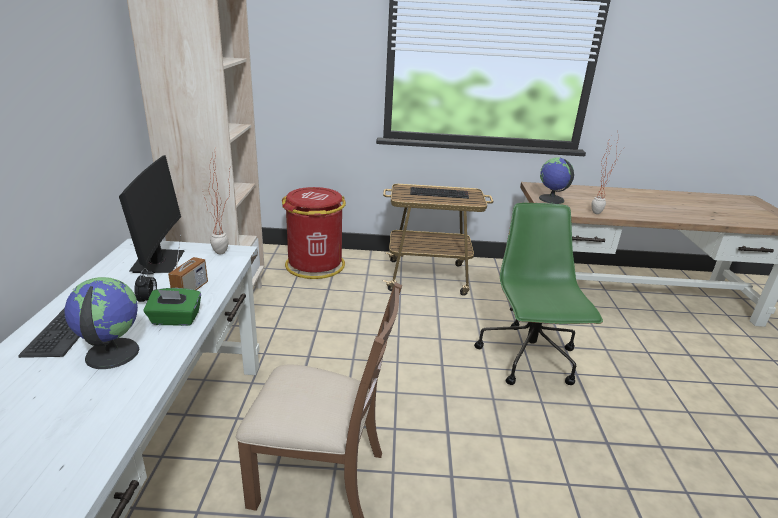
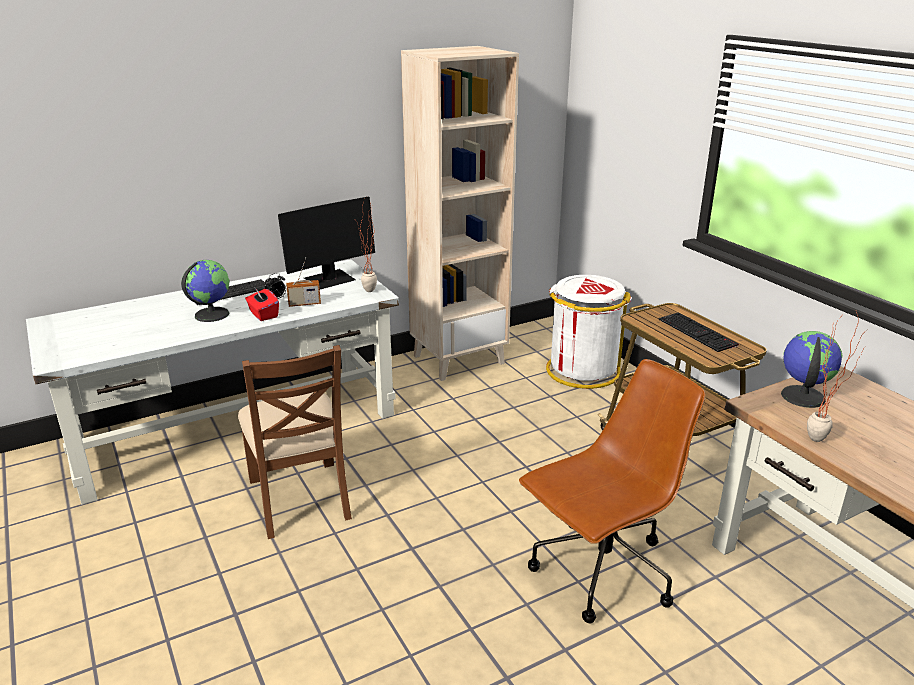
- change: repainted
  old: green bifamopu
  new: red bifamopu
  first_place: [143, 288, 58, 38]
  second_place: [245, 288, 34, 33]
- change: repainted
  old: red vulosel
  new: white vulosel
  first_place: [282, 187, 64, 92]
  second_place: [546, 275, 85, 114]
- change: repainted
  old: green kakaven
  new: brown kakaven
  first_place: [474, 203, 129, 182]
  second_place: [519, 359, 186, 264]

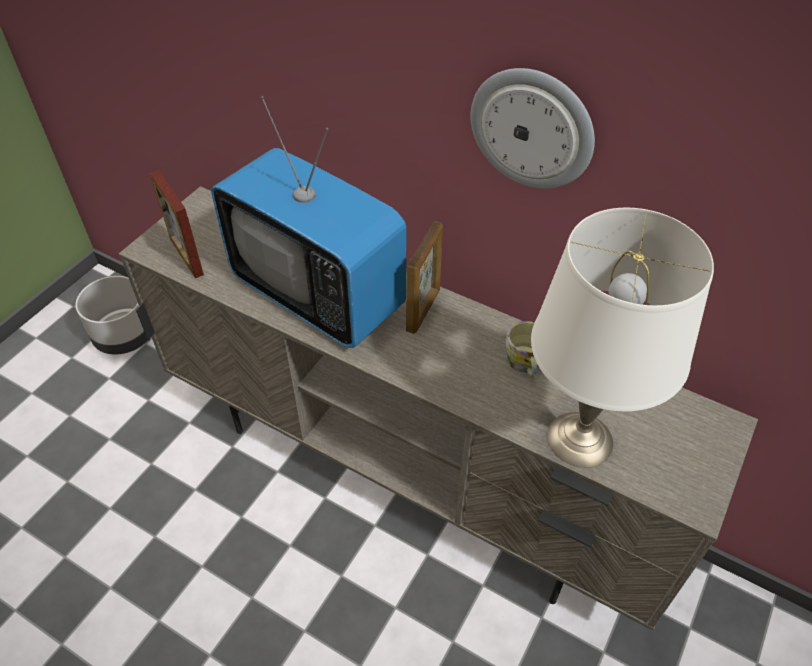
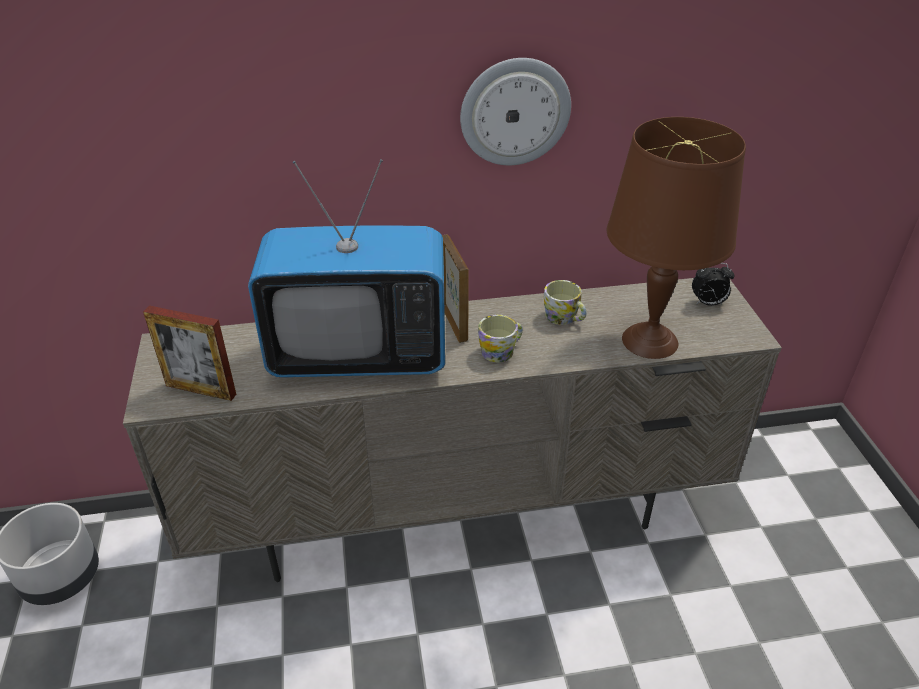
- change: new
  new: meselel
  second_place: [478, 315, 45, 47]
- change: new
  new: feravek
  second_place: [692, 263, 43, 43]
- change: repainted
  old: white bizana
  new: brown bizana
  first_place: [531, 208, 183, 260]
  second_place: [607, 117, 139, 242]

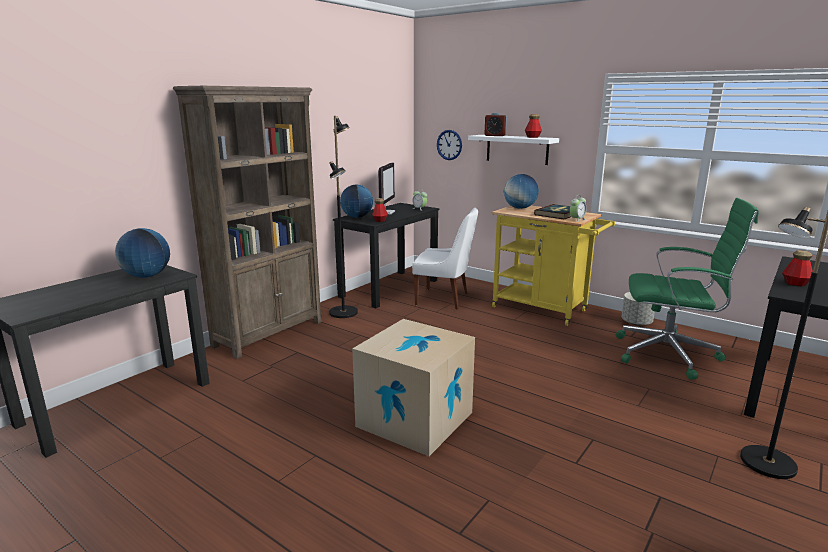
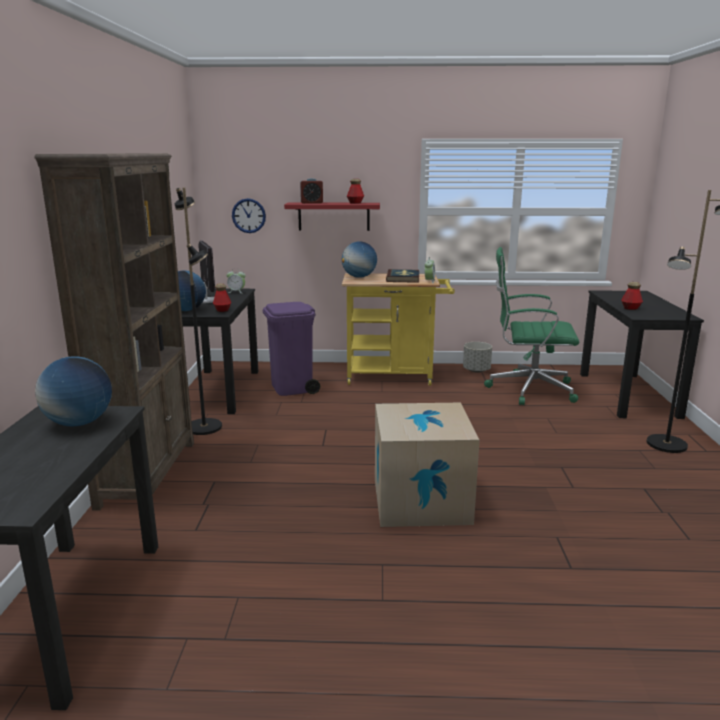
- change: swapped
  old: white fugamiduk
  new: purple vulosel
  first_place: [412, 208, 66, 102]
  second_place: [263, 302, 57, 94]
- change: repainted
  old: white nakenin
  new: red nakenin
  first_place: [468, 135, 91, 30]
  second_place: [284, 202, 96, 29]
- change: rotated
  old: green kakaven
  first_place: [616, 198, 143, 182]
  second_place: [484, 247, 95, 158]
  degrees: -150

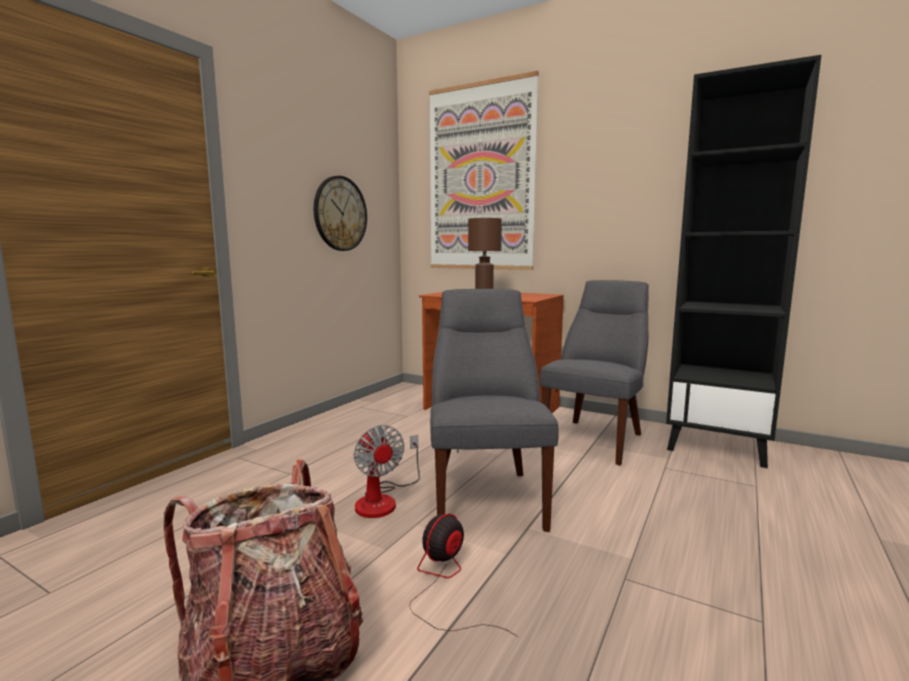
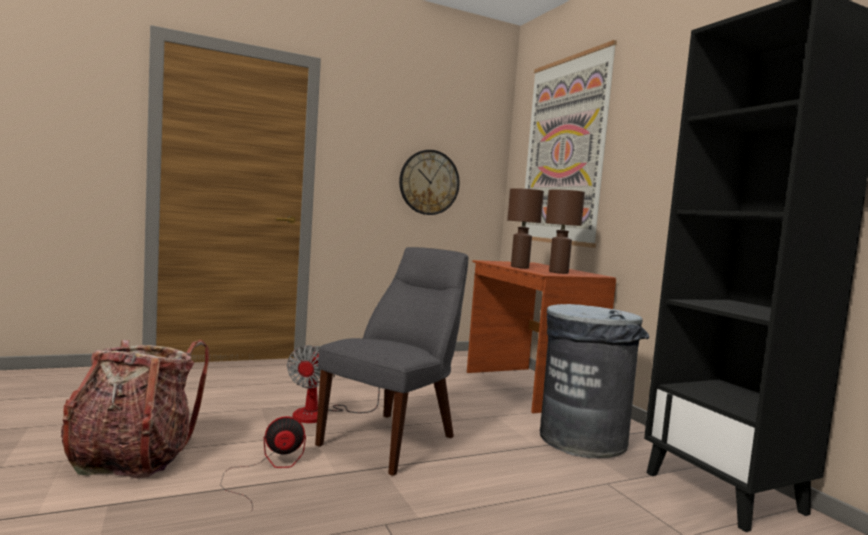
- change: new
  new: brown bizana
  second_place: [546, 190, 39, 84]
- change: swapped
  old: grey fugamiduk
  new: grey vulosel
  first_place: [540, 280, 109, 185]
  second_place: [540, 304, 109, 154]

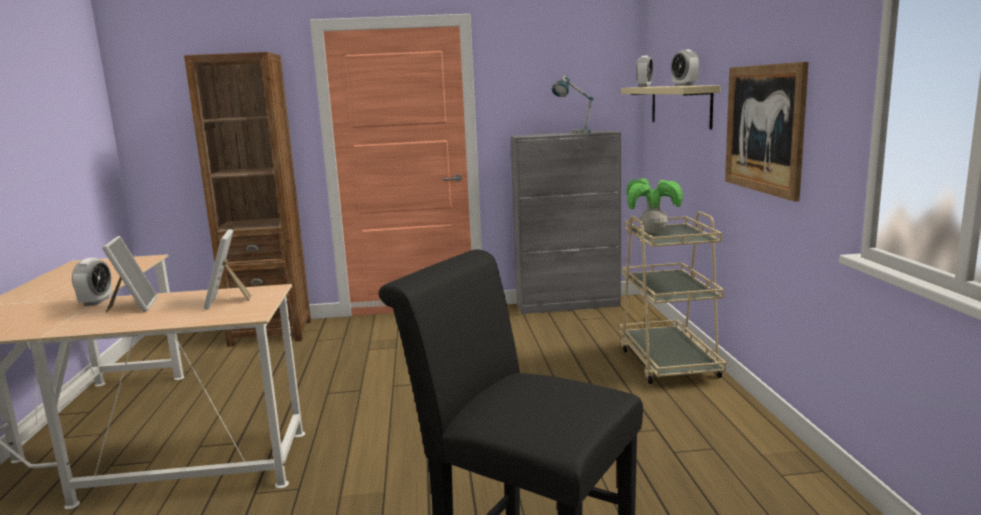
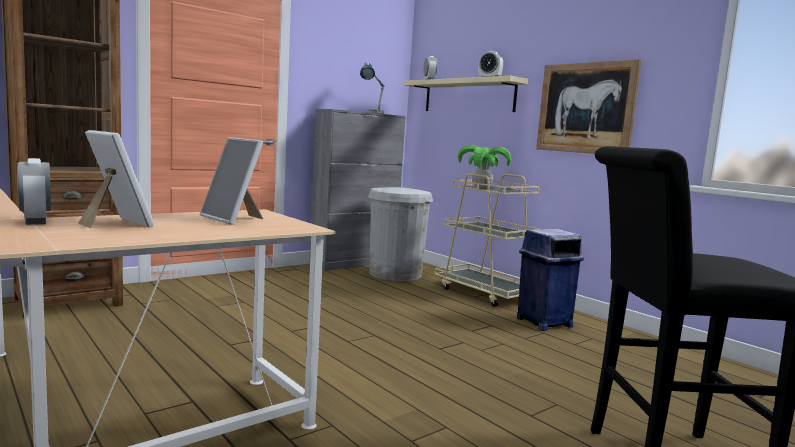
- change: new
  new: white vulosel
  second_place: [368, 187, 65, 94]
- change: new
  new: blue vulosel
  second_place: [517, 229, 67, 102]

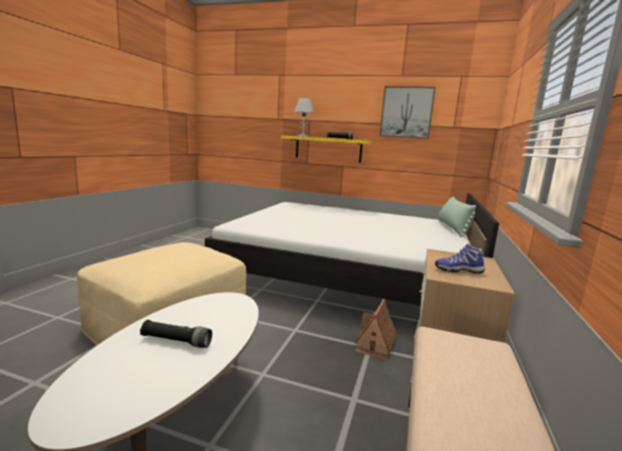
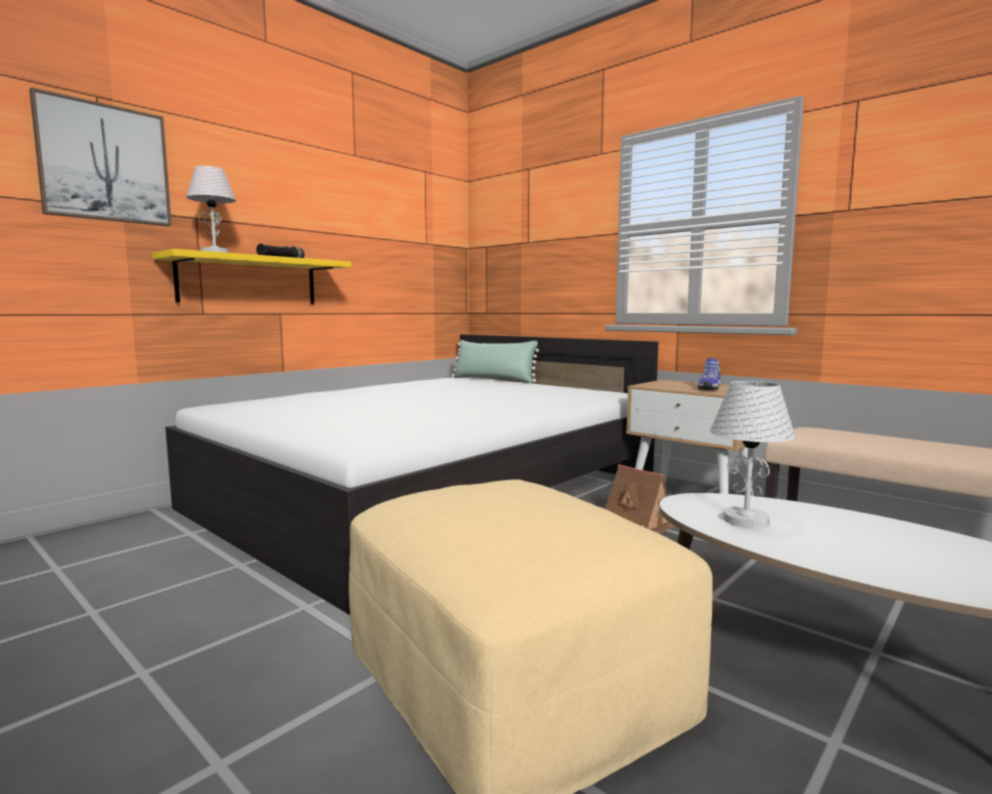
- change: gone
  old: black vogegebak
  first_place: [140, 320, 72, 28]
- change: new
  new: white bizana
  second_place: [710, 381, 86, 148]
- change: shifted
  old: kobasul
  first_place: [380, 86, 56, 53]
  second_place: [29, 87, 143, 139]

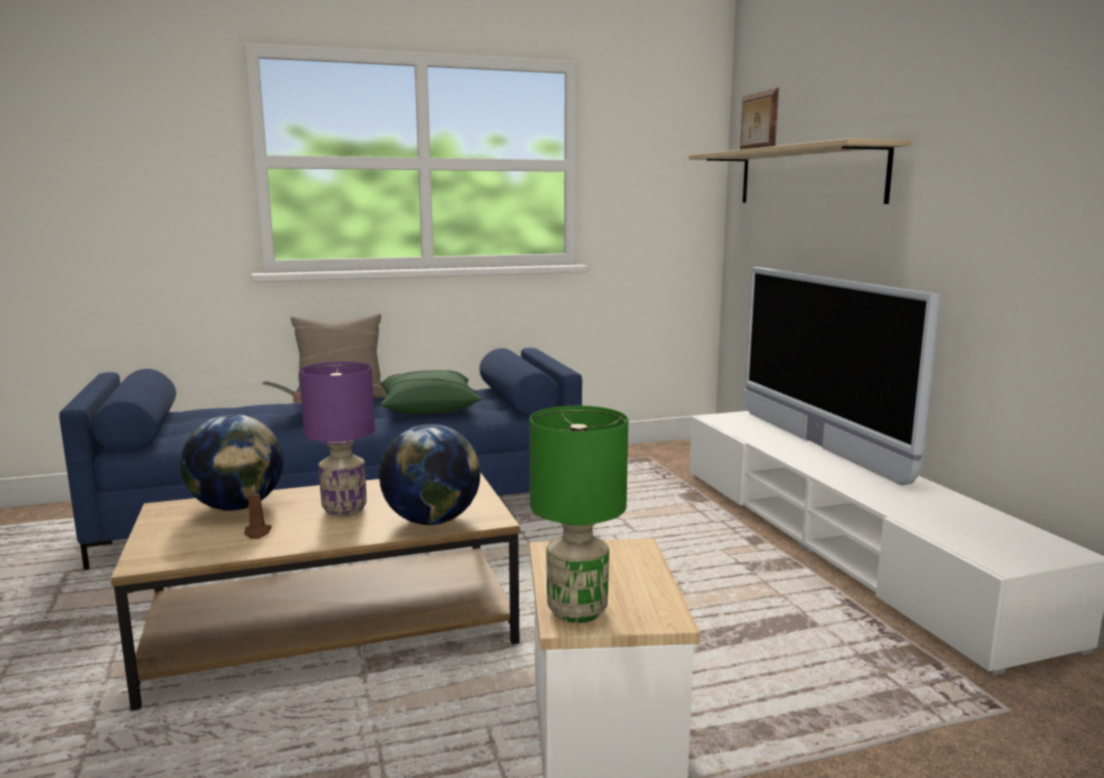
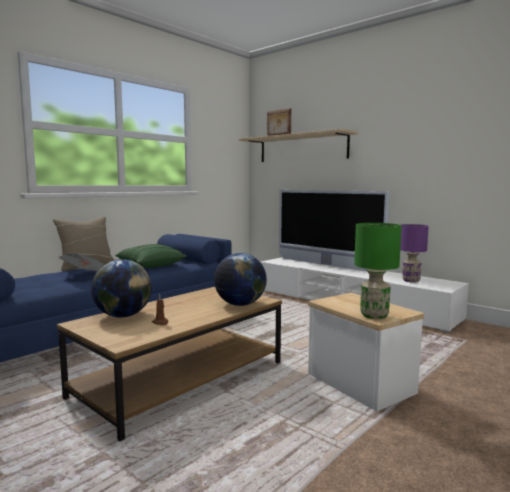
- change: shifted
  old: purple bizana
  first_place: [299, 361, 76, 155]
  second_place: [400, 224, 29, 59]

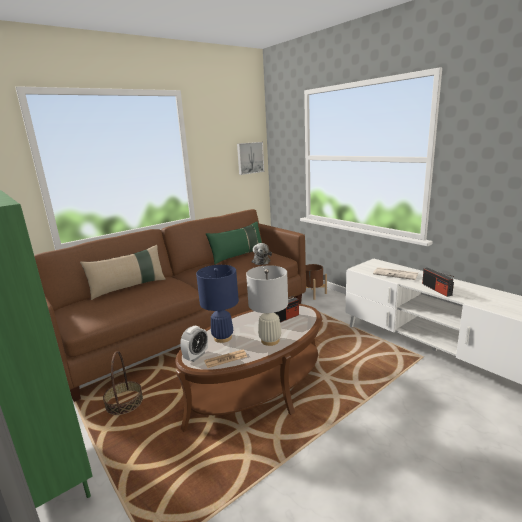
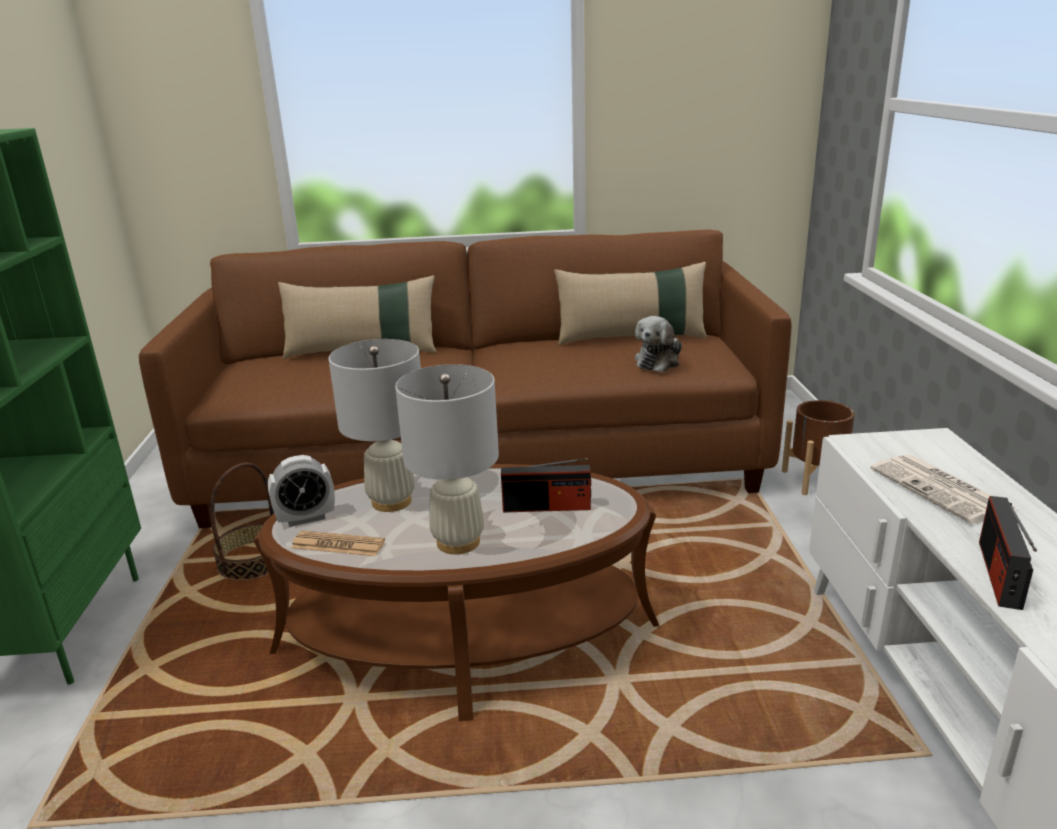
- change: gone
  old: kobasul
  first_place: [237, 142, 27, 33]
- change: repainted
  old: blue bizana
  new: white bizana
  first_place: [196, 265, 43, 78]
  second_place: [329, 339, 92, 173]
- change: repainted
  old: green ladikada
  new: beige ladikada
  first_place: [206, 221, 56, 43]
  second_place: [554, 262, 153, 83]

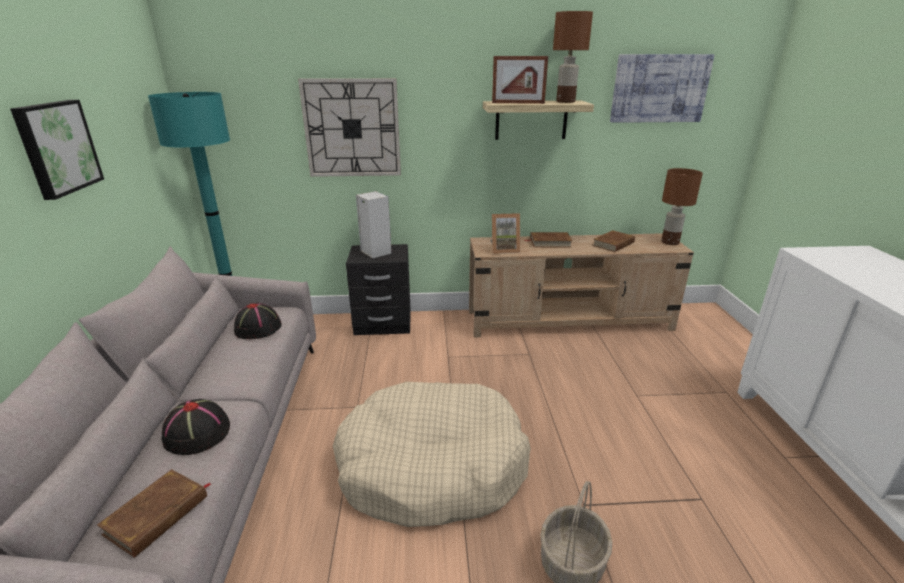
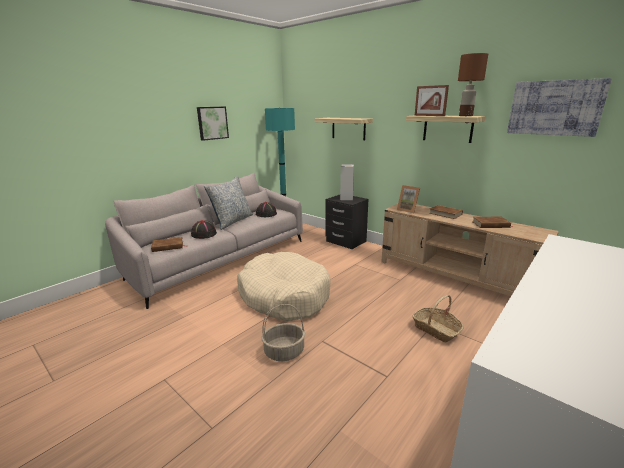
- change: gone
  old: brown bizana
  first_place: [661, 168, 42, 77]
- change: new
  new: ladikada
  second_place: [204, 176, 49, 54]
- change: new
  new: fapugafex
  second_place: [412, 295, 52, 48]
- change: swapped
  old: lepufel
  new: nakenin
  first_place: [298, 78, 103, 99]
  second_place: [314, 118, 59, 22]

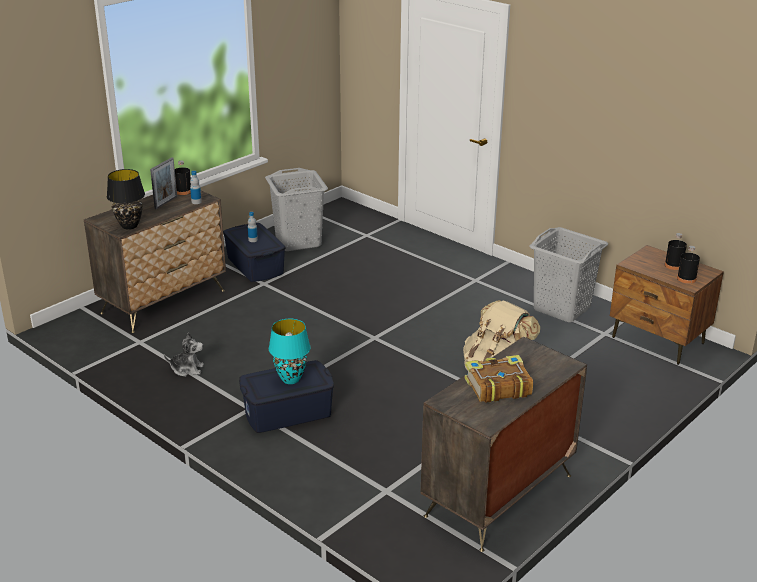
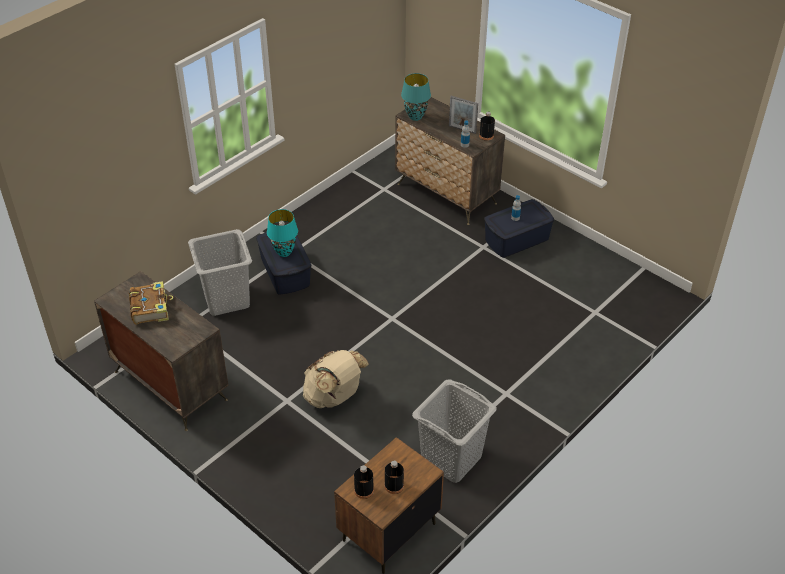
- change: gone
  old: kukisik
  first_place: [164, 332, 40, 45]
- change: shifted
  old: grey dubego
  first_place: [265, 168, 63, 83]
  second_place: [188, 229, 64, 87]
- change: repainted
  old: black bizana
  new: turquoise bizana
  first_place: [107, 169, 38, 61]
  second_place: [401, 73, 30, 48]

